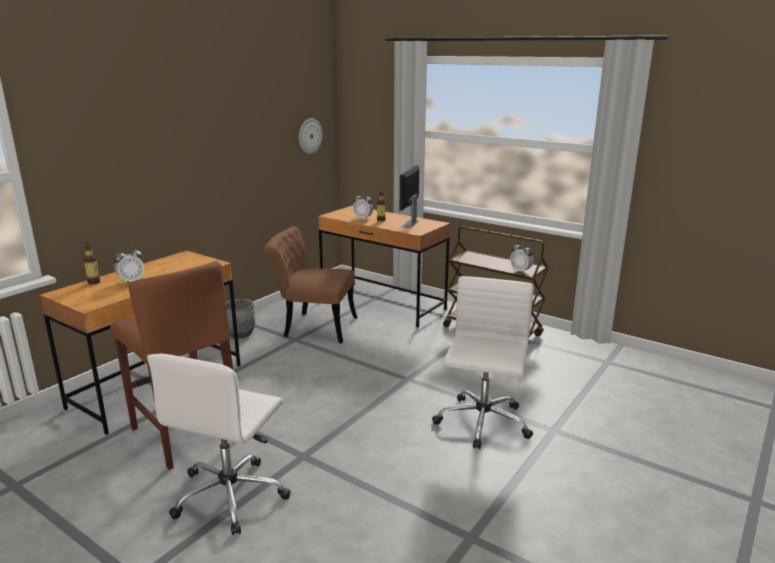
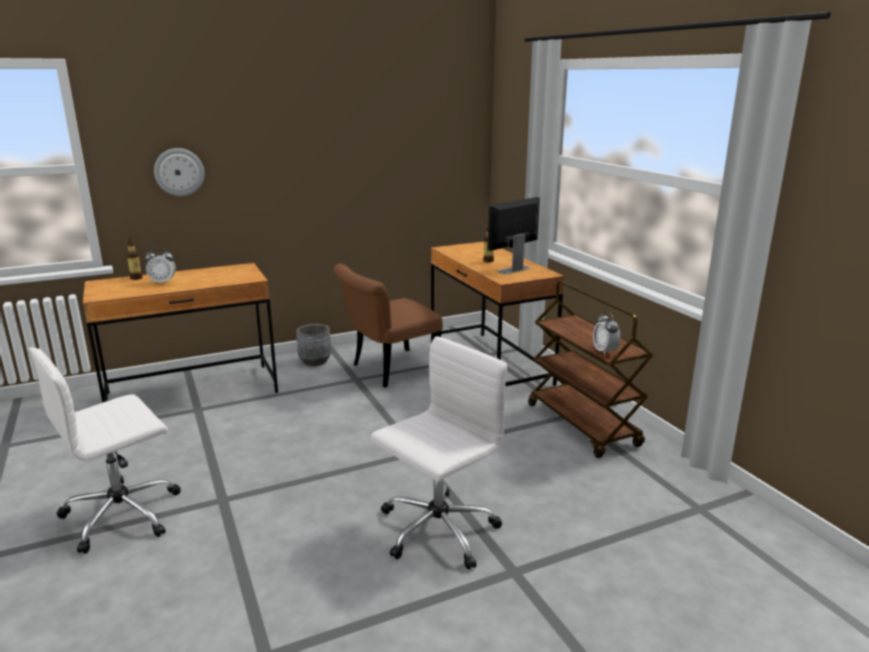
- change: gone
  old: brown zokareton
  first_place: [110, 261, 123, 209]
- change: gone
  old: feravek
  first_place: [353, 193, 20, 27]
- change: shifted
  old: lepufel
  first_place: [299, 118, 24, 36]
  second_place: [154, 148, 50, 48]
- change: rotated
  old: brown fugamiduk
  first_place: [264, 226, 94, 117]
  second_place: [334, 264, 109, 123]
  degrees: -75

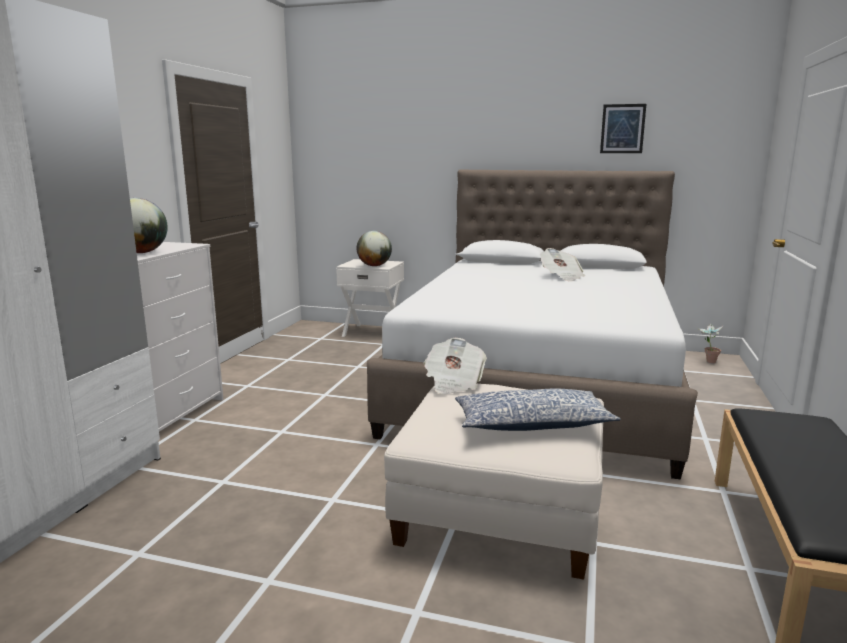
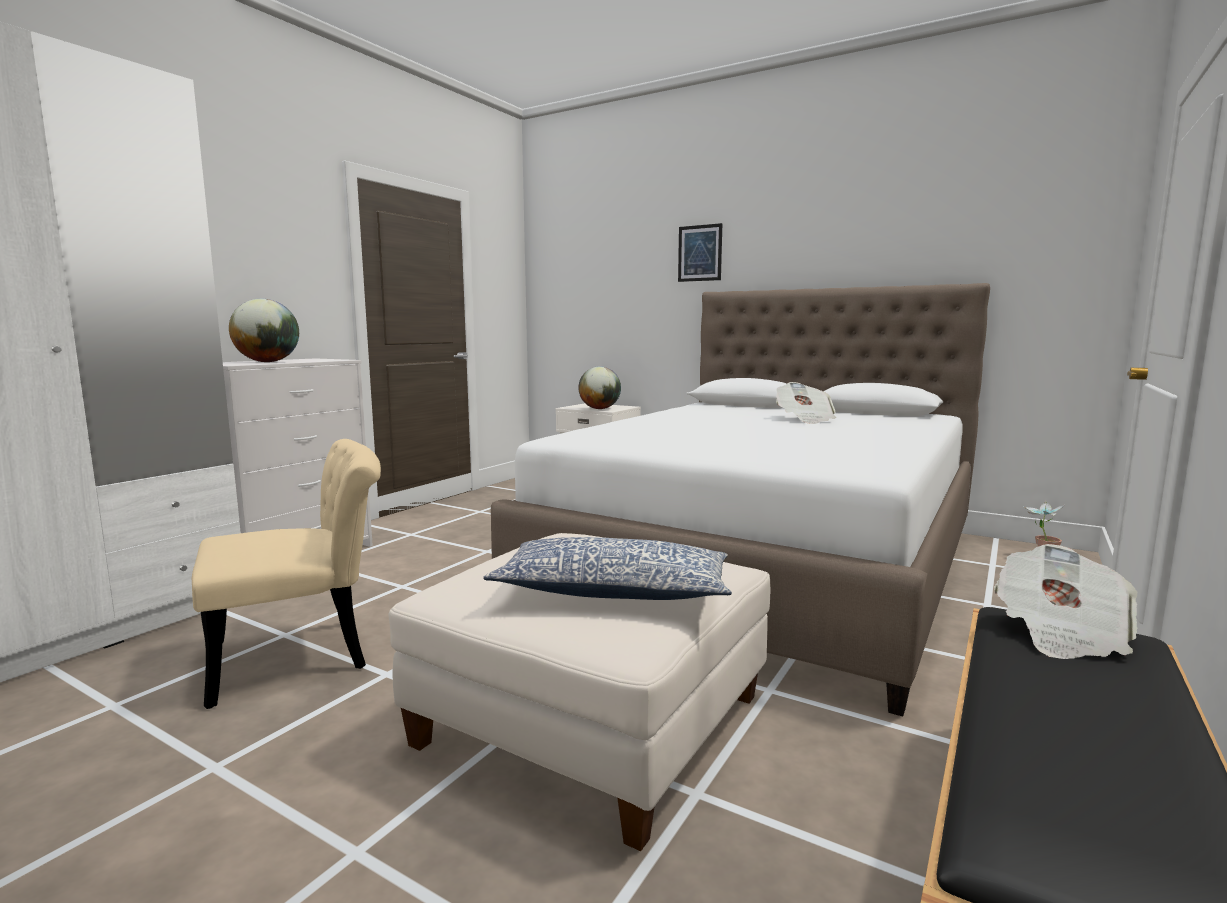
- change: new
  new: beige fugamiduk
  second_place: [192, 439, 189, 270]
- change: shifted
  old: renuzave
  first_place: [424, 338, 63, 56]
  second_place: [994, 544, 143, 115]
- change: shifted
  old: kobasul
  first_place: [600, 104, 46, 49]
  second_place: [678, 223, 44, 59]

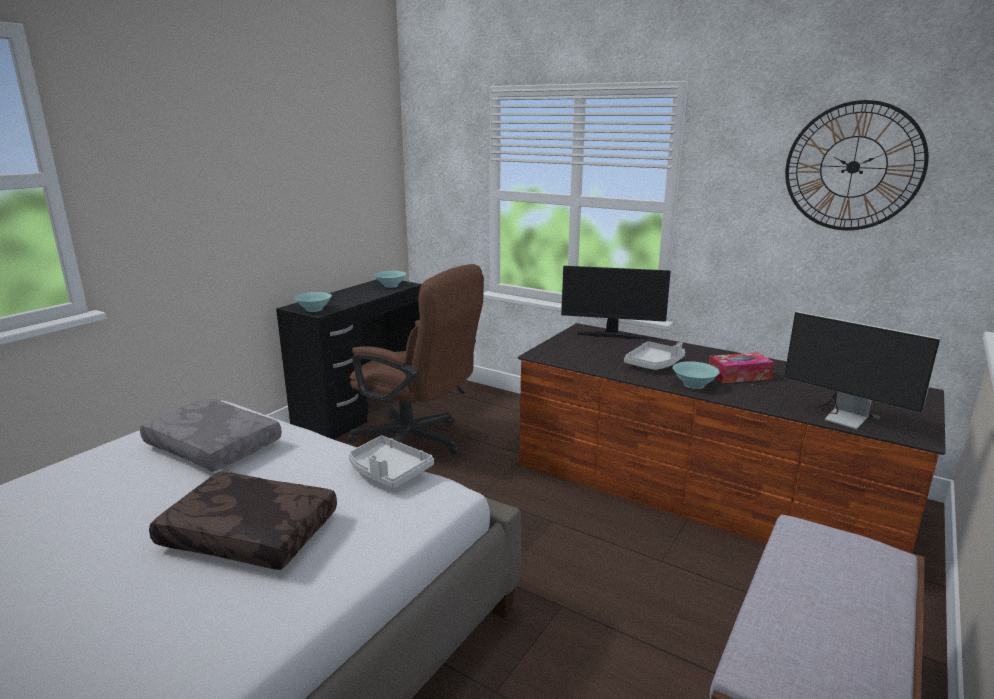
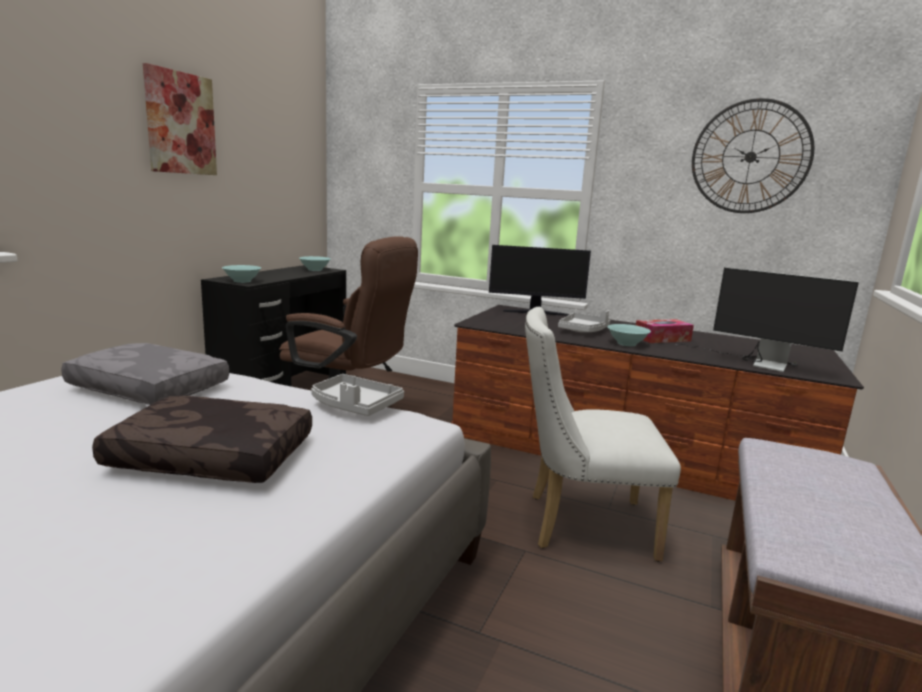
- change: new
  new: kobasul
  second_place: [143, 63, 74, 112]
- change: new
  new: white fugamiduk
  second_place: [525, 307, 156, 255]

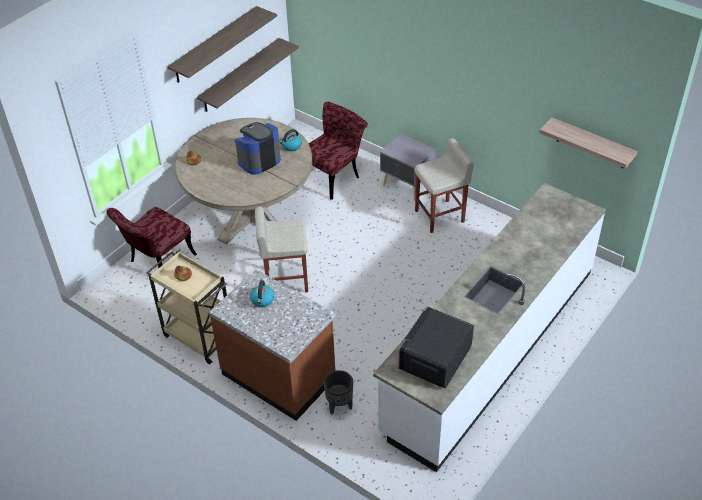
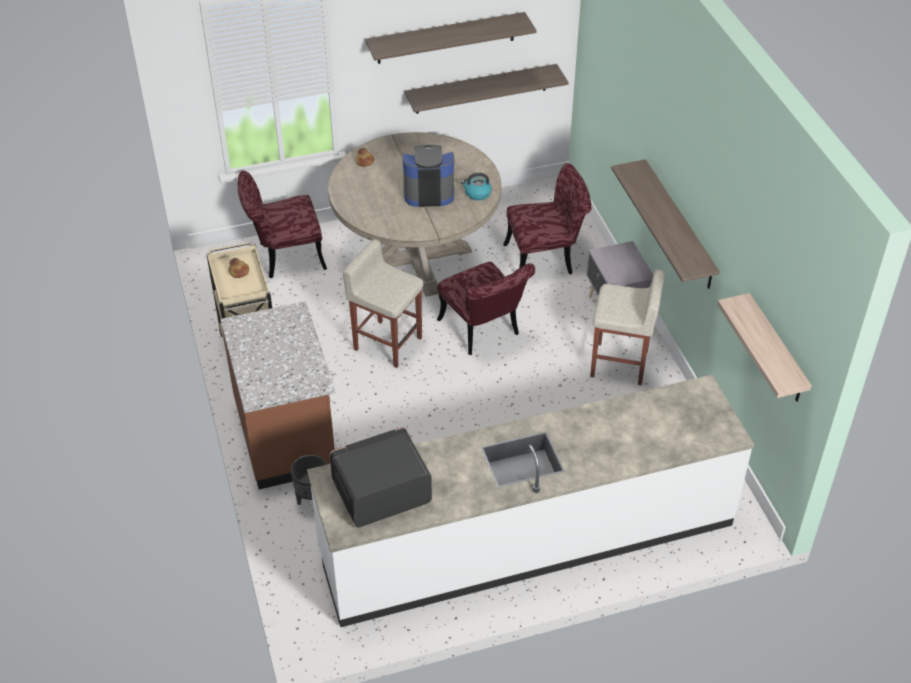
- change: gone
  old: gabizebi
  first_place: [250, 280, 25, 27]
- change: new
  new: red fugamiduk
  second_place: [437, 262, 98, 93]
- change: new
  new: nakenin
  second_place: [611, 159, 109, 130]

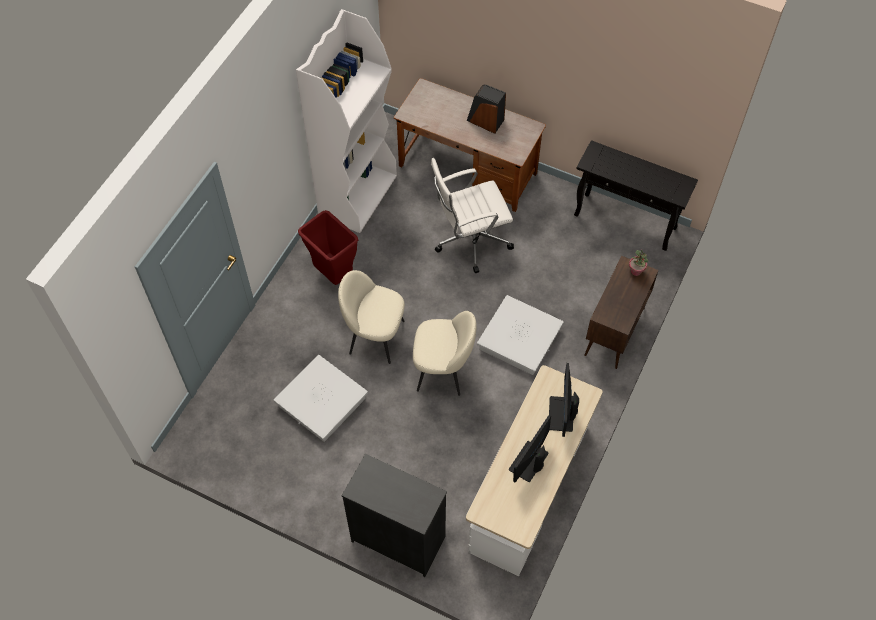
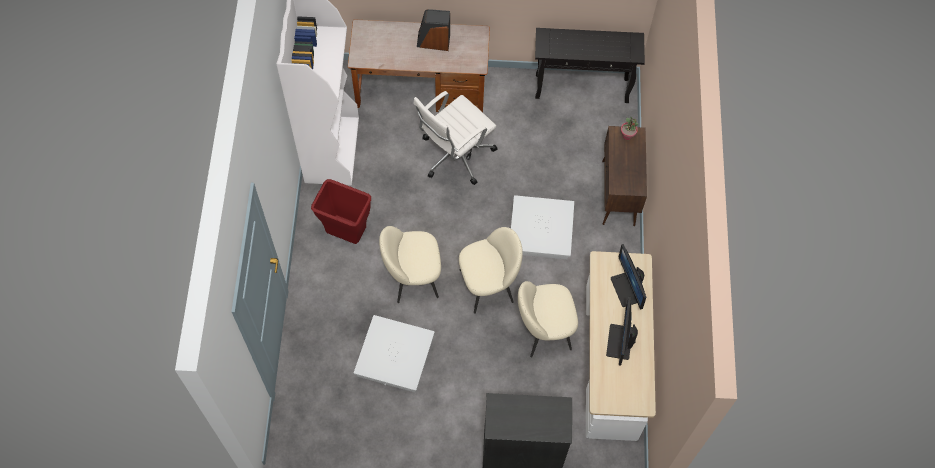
- change: new
  new: beige fugamiduk
  second_place: [518, 281, 60, 77]

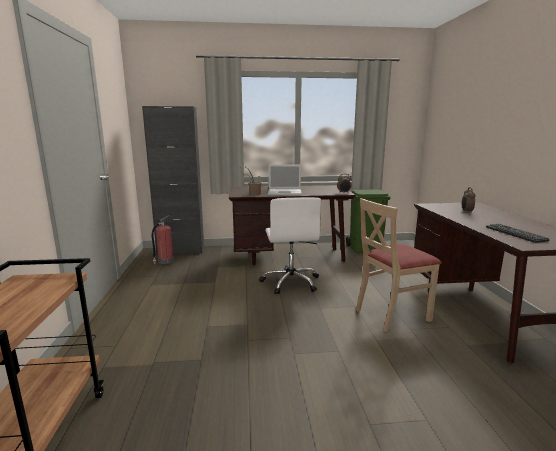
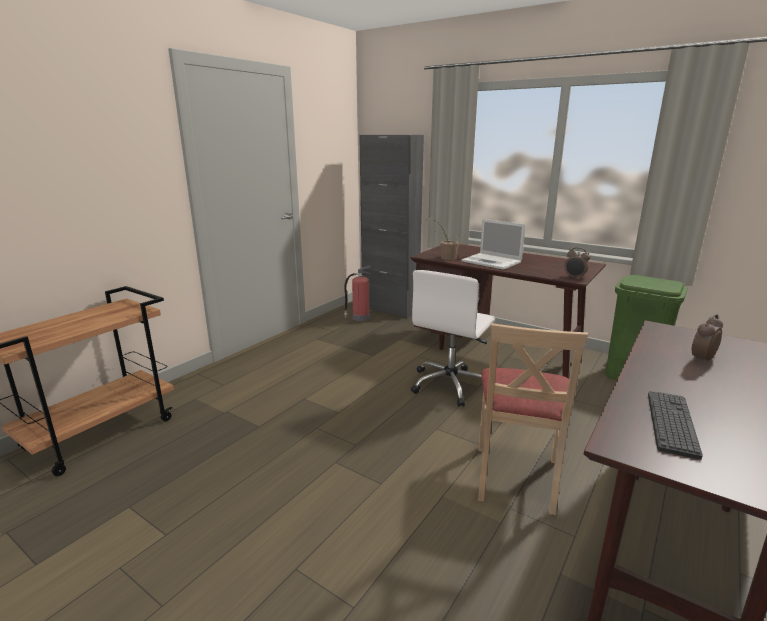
- change: rotated
  old: beige fugamiduk
  first_place: [356, 198, 86, 134]
  second_place: [478, 323, 110, 192]
  degrees: -90

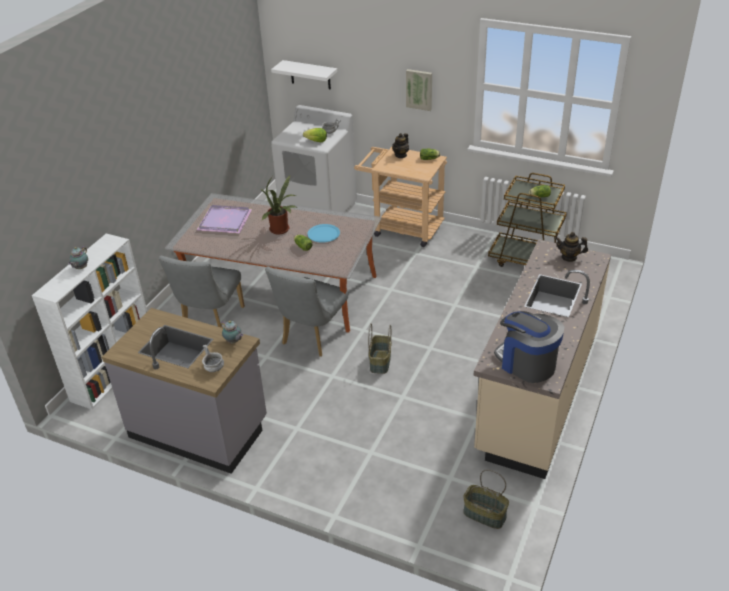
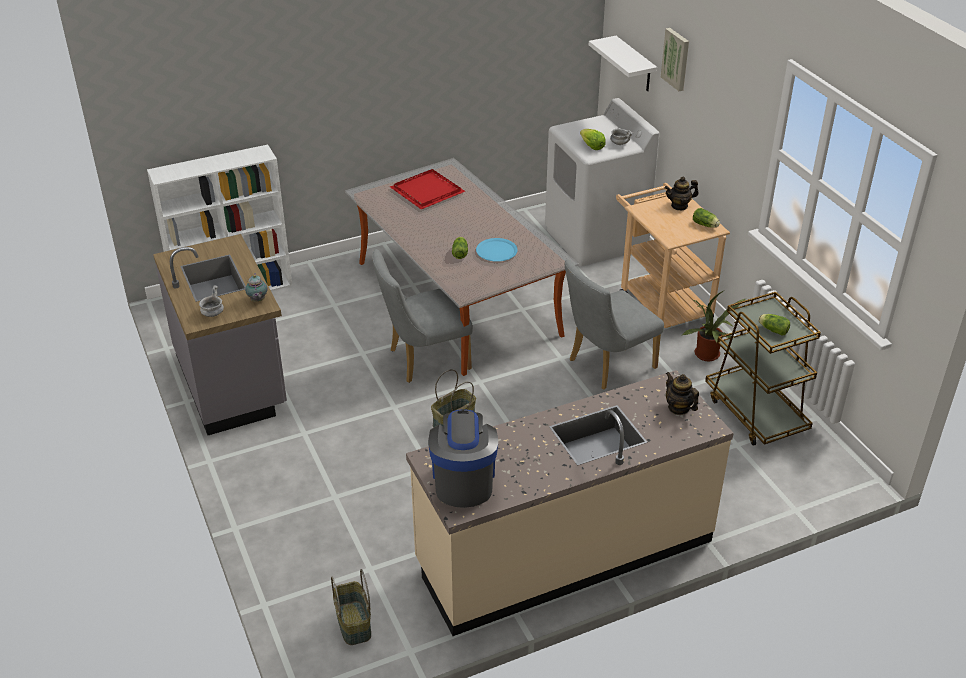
- change: gone
  old: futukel
  first_place: [68, 246, 20, 23]
- change: shifted
  old: grey fugamiduk
  first_place: [159, 256, 86, 72]
  second_place: [565, 259, 99, 131]
- change: shifted
  old: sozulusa
  first_place: [260, 175, 37, 59]
  second_place: [681, 291, 65, 70]
- change: shifted
  old: kobasul
  first_place: [406, 69, 26, 42]
  second_place: [661, 28, 28, 63]
- change: repainted
  old: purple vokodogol
  new: red vokodogol
  first_place: [196, 205, 56, 28]
  second_place: [390, 169, 75, 40]

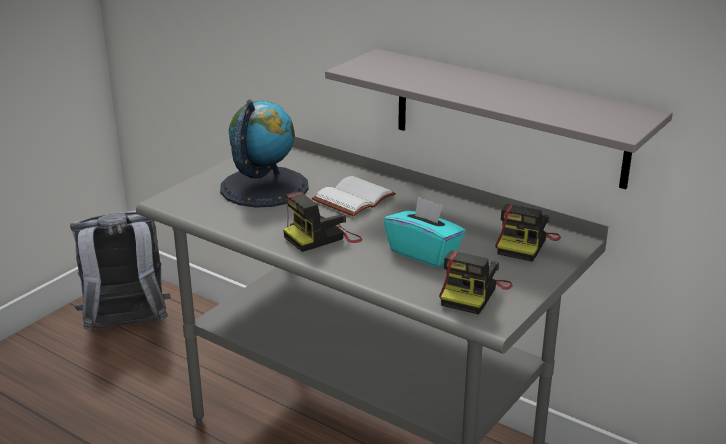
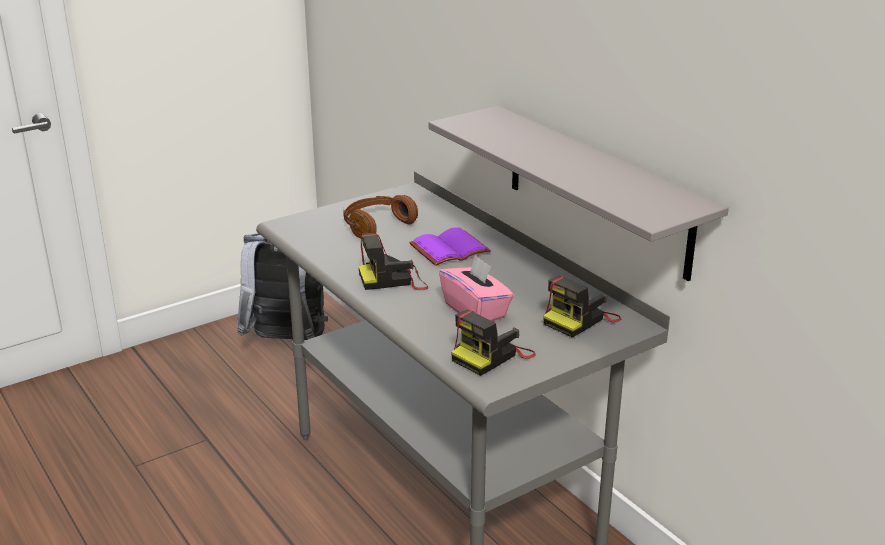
- change: swapped
  old: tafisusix
  new: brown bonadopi
  first_place: [220, 100, 89, 108]
  second_place: [343, 195, 75, 43]
- change: repainted
  old: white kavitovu
  new: purple kavitovu
  first_place: [312, 176, 84, 40]
  second_place: [410, 228, 81, 38]
- change: repainted
  old: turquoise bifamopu
  new: pink bifamopu
  first_place: [384, 196, 82, 71]
  second_place: [439, 255, 75, 66]

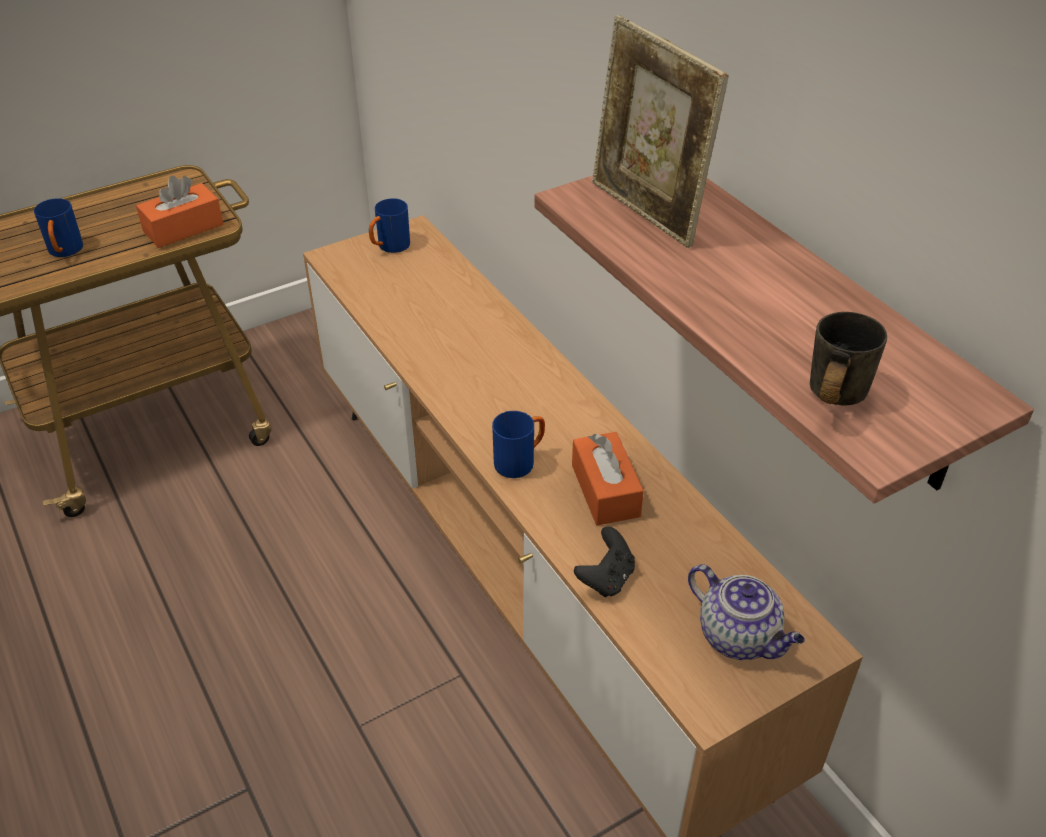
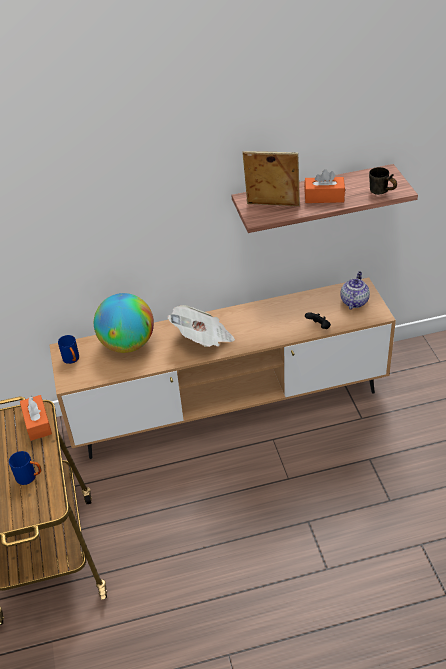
- change: gone
  old: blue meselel
  first_place: [492, 411, 53, 67]
- change: new
  new: tafisusix
  second_place: [94, 293, 60, 60]
- change: new
  new: renuzave
  second_place: [167, 305, 68, 42]
- change: shifted
  old: orange bifamopu
  first_place: [572, 432, 72, 94]
  second_place: [304, 169, 41, 34]
- change: rotated
  old: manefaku
  first_place: [592, 15, 137, 233]
  second_place: [243, 151, 57, 55]
  degrees: -150
- change: rotated
  old: futukel
  first_place: [688, 564, 117, 96]
  second_place: [340, 272, 30, 38]
  degrees: -45

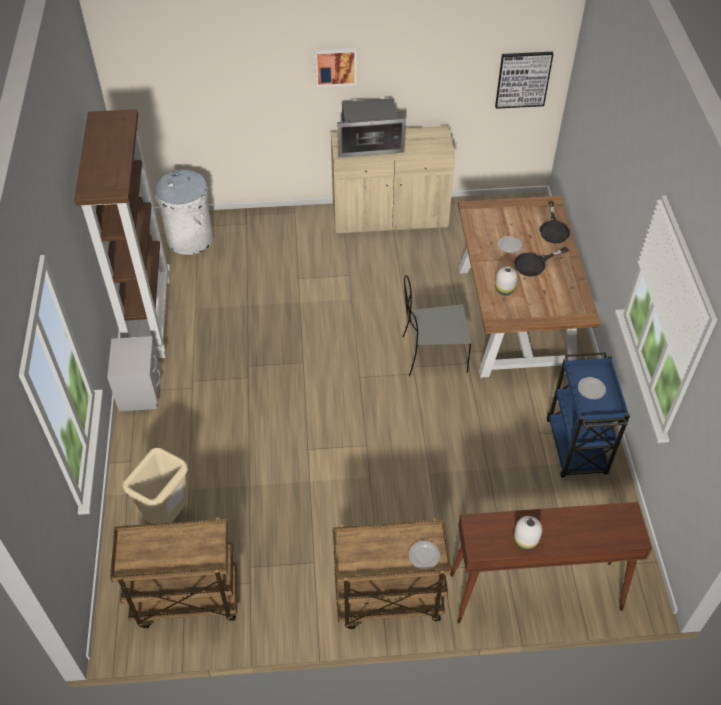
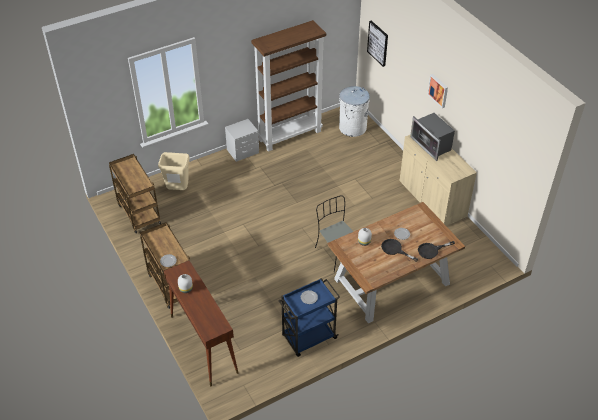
- change: shifted
  old: kobasul
  first_place: [495, 52, 58, 57]
  second_place: [367, 21, 21, 46]

